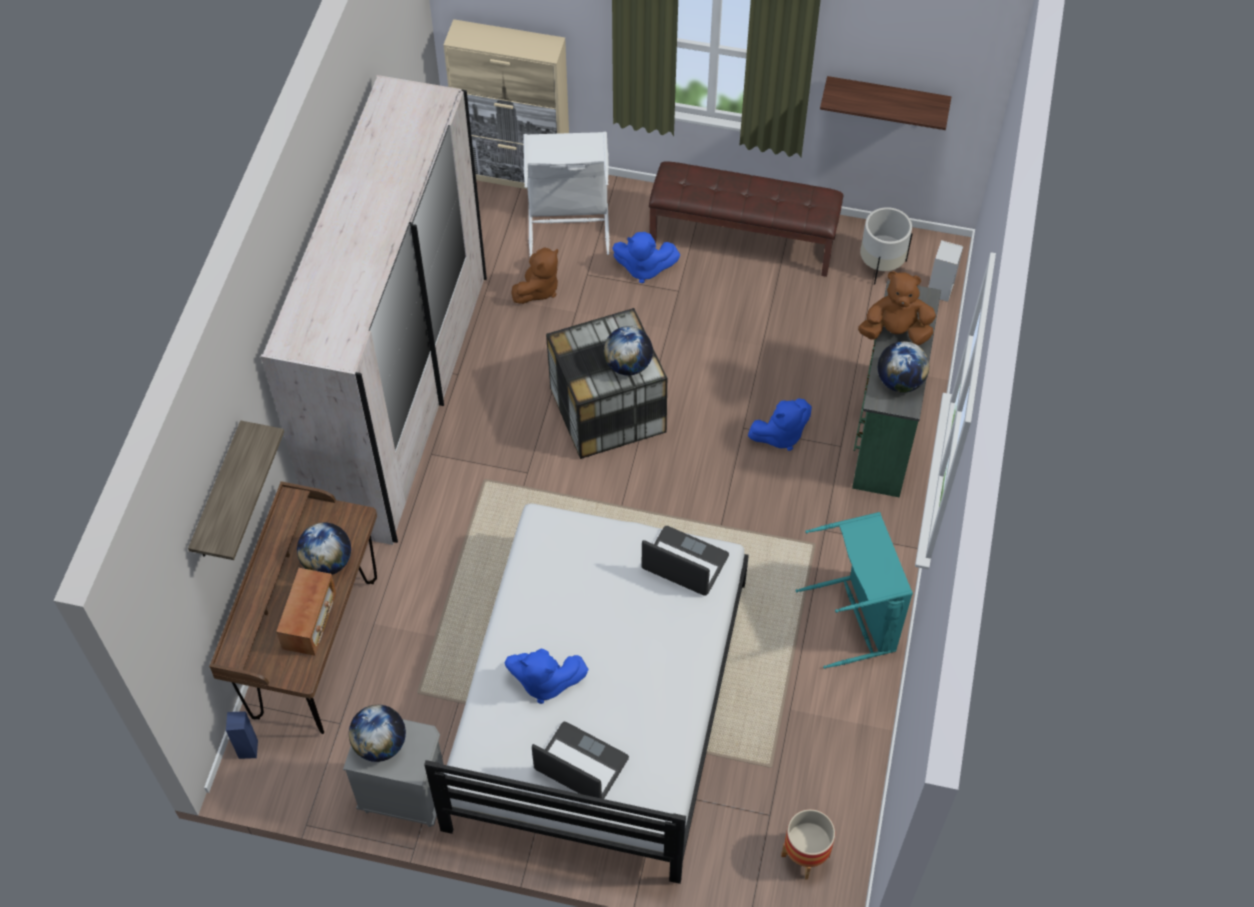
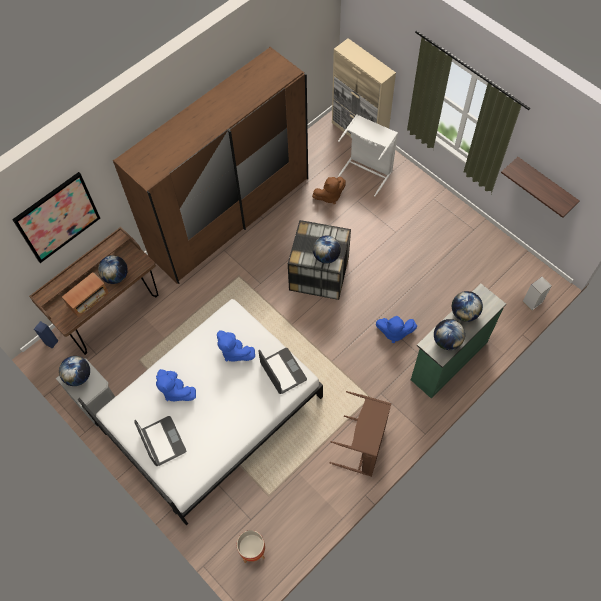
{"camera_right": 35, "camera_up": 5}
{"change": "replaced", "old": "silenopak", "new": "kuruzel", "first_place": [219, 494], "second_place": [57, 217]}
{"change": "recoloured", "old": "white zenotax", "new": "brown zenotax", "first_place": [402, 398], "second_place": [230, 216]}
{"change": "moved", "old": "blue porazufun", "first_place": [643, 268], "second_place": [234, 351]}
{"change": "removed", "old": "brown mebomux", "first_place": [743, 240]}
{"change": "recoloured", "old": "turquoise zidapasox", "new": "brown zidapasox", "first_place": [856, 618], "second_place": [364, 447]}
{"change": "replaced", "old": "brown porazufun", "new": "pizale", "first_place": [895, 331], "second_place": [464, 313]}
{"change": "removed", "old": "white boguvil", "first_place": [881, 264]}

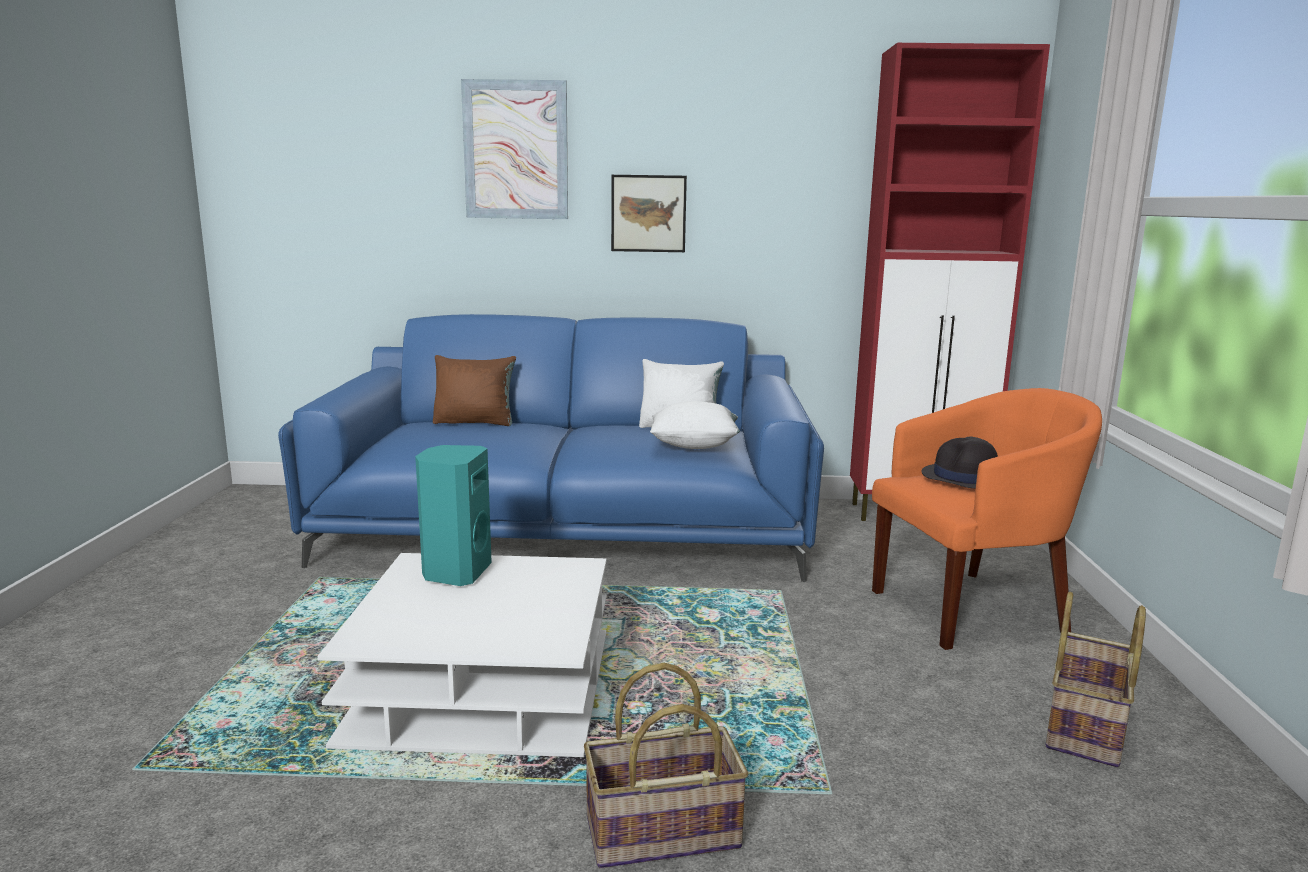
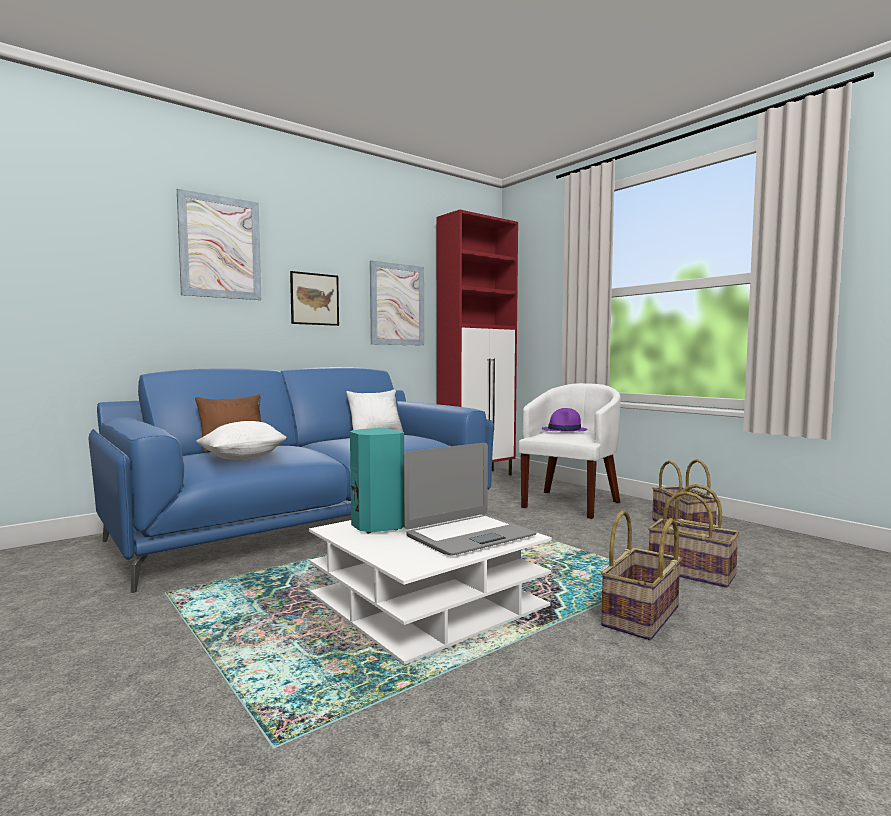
{"camera_right": -40, "camera_up": -10}
{"change": "moved", "old": "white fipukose", "first_place": [694, 446], "second_place": [243, 458]}
{"change": "recoloured", "old": "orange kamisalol", "new": "white kamisalol", "first_place": [972, 609], "second_place": [571, 503]}
{"change": "recoloured", "old": "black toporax", "new": "purple toporax", "first_place": [964, 478], "second_place": [564, 430]}
{"change": "added", "new": "kuruzel", "second_place": [397, 304]}
{"change": "added", "new": "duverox", "second_place": [469, 536]}
{"change": "added", "new": "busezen", "second_place": [692, 572]}

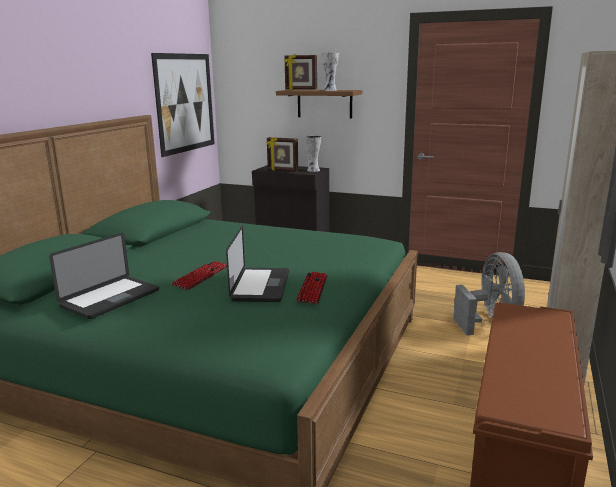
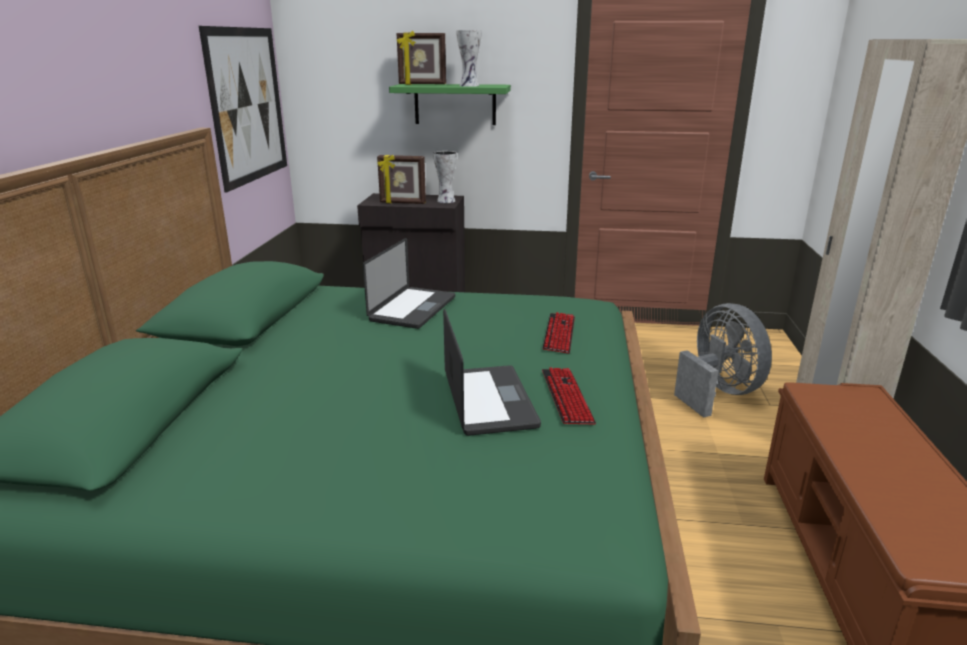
{"camera_right": -15, "camera_up": 5}
{"change": "moved", "old": "duverox", "first_place": [110, 298], "second_place": [413, 309]}
{"change": "moved", "old": "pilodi", "first_place": [201, 276], "second_place": [559, 334]}
{"change": "recoloured", "old": "brown silenopak", "new": "green silenopak", "first_place": [324, 103], "second_place": [455, 104]}

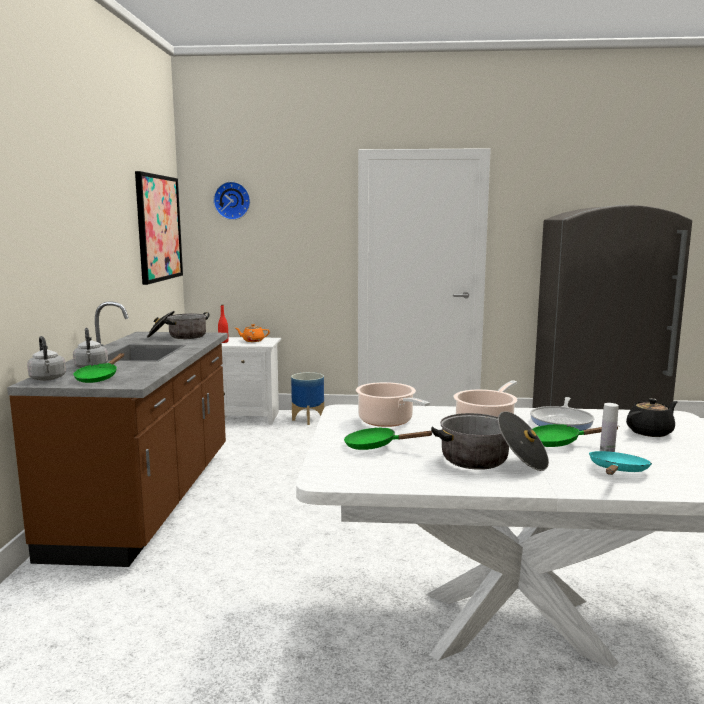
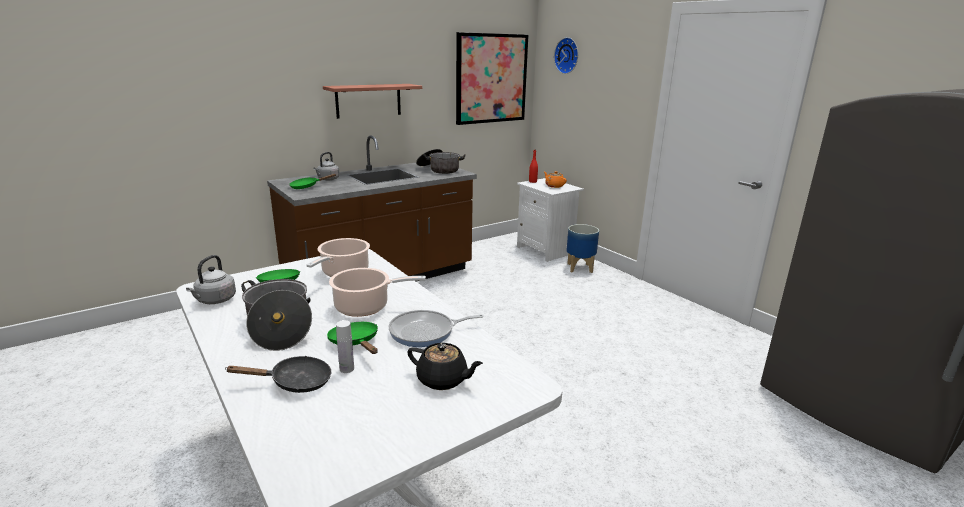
{"camera_right": 50, "camera_up": 10}
{"change": "moved", "old": "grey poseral", "first_place": [48, 379], "second_place": [215, 300]}
{"change": "recoloured", "old": "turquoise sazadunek", "new": "black sazadunek", "first_place": [617, 471], "second_place": [295, 382]}
{"change": "added", "new": "silenopak", "second_place": [368, 100]}

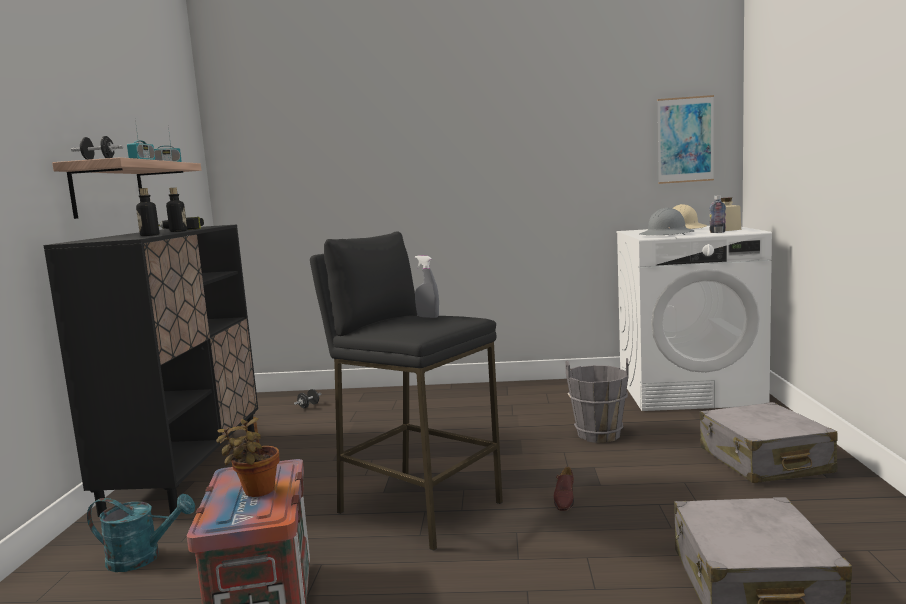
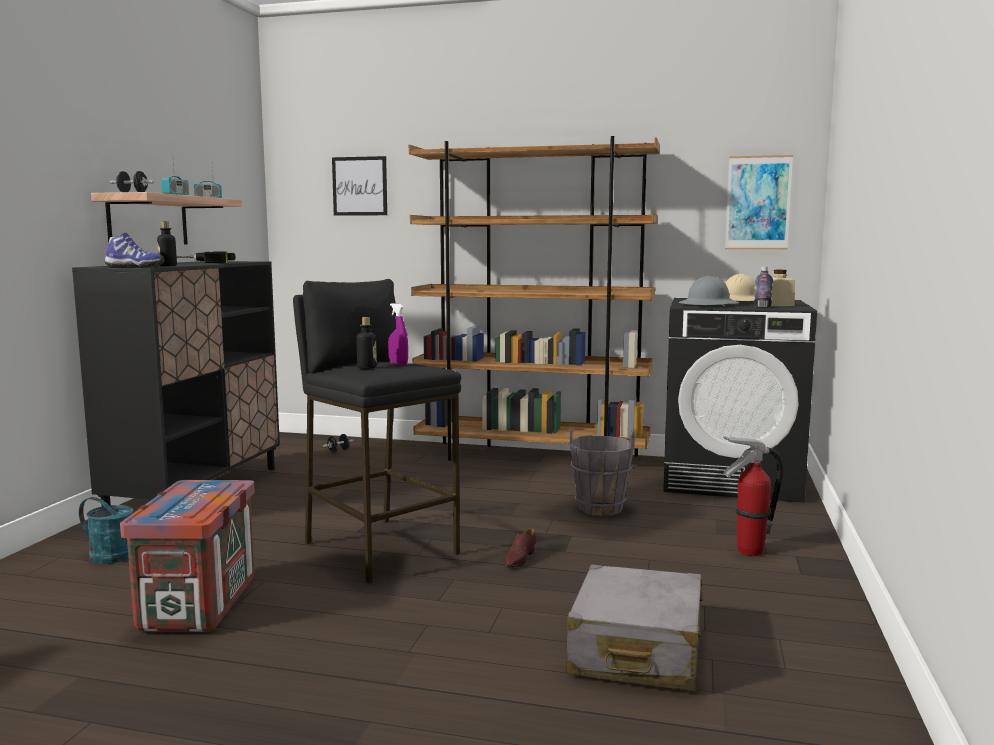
{"camera_right": 10, "camera_up": 0}
{"change": "moved", "old": "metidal", "first_place": [178, 231], "second_place": [367, 367]}
{"change": "removed", "old": "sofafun", "first_place": [256, 492]}
{"change": "recoloured", "old": "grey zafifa", "new": "purple zafifa", "first_place": [428, 317], "second_place": [398, 363]}
{"change": "recoloured", "old": "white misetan", "new": "black misetan", "first_place": [689, 391], "second_place": [731, 479]}
{"change": "replaced", "old": "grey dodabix", "new": "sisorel", "first_place": [764, 461], "second_place": [749, 551]}
{"change": "added", "new": "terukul", "second_place": [134, 266]}
{"change": "added", "new": "kuruzel", "second_place": [359, 186]}
{"change": "added", "new": "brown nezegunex", "second_place": [532, 457]}

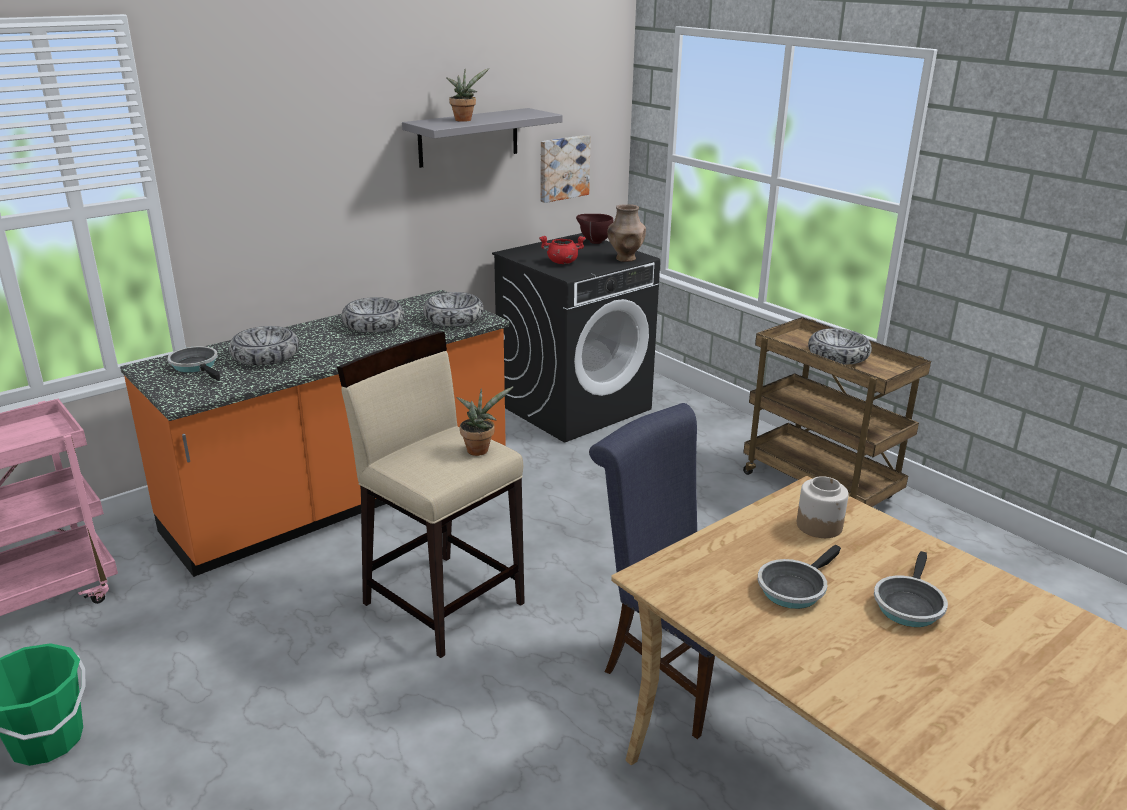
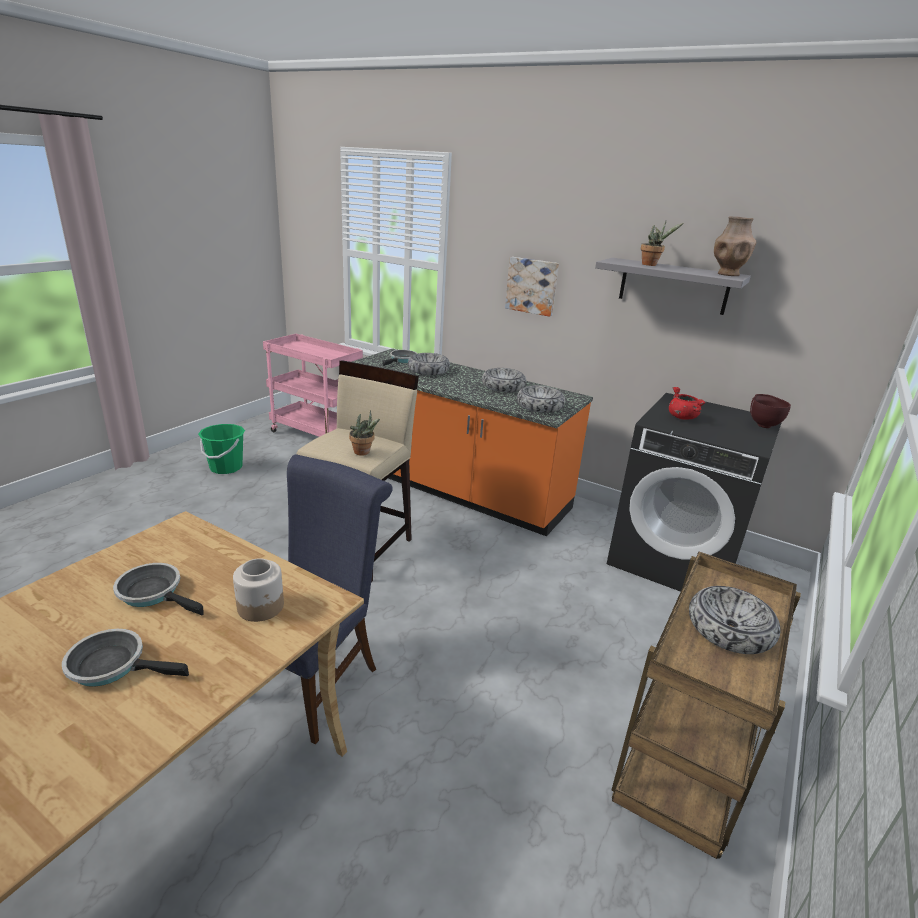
{"camera_right": 70, "camera_up": 0}
{"change": "moved", "old": "kuruzel", "first_place": [563, 168], "second_place": [532, 286]}
{"change": "moved", "old": "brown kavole", "first_place": [625, 259], "second_place": [727, 274]}

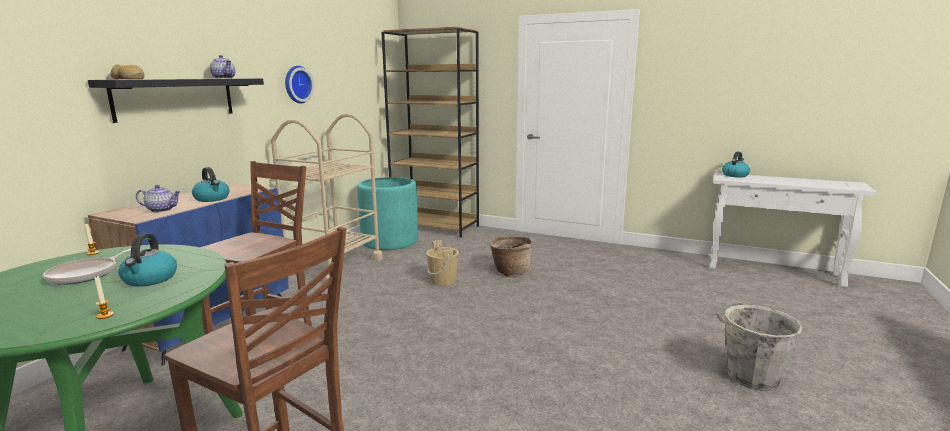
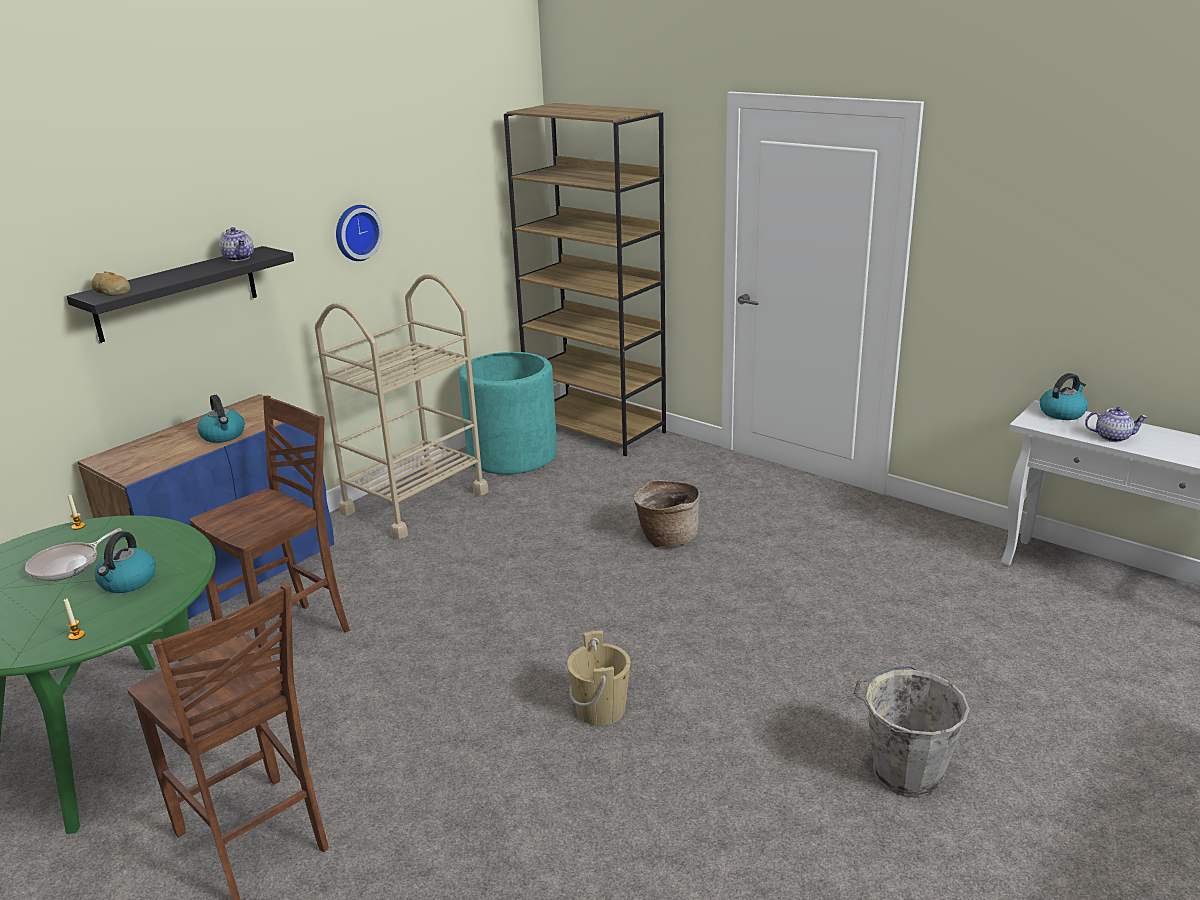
{"camera_right": 15, "camera_up": 10}
{"change": "moved", "old": "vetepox", "first_place": [161, 210], "second_place": [1113, 437]}
{"change": "moved", "old": "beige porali", "first_place": [443, 280], "second_place": [600, 709]}

